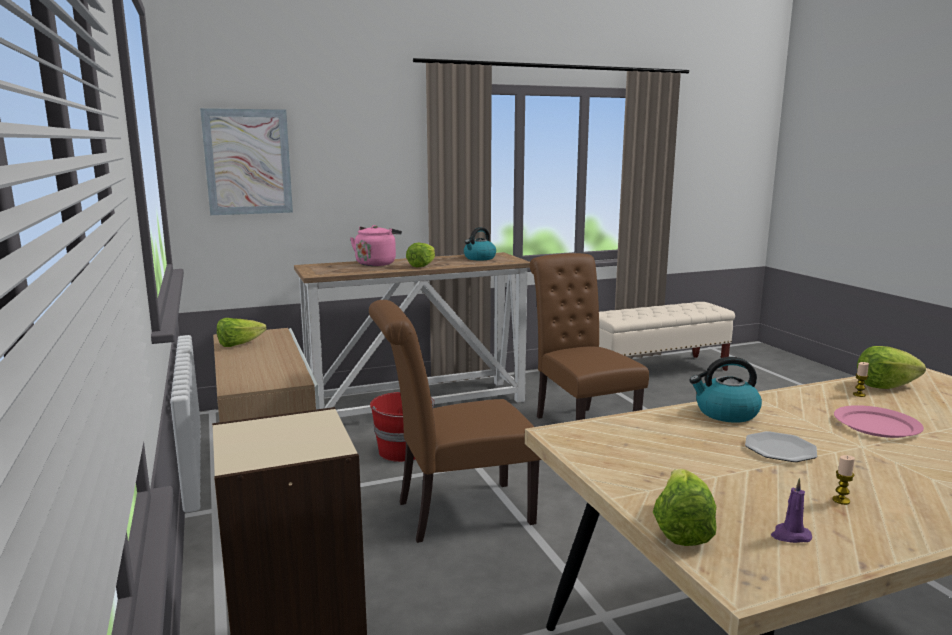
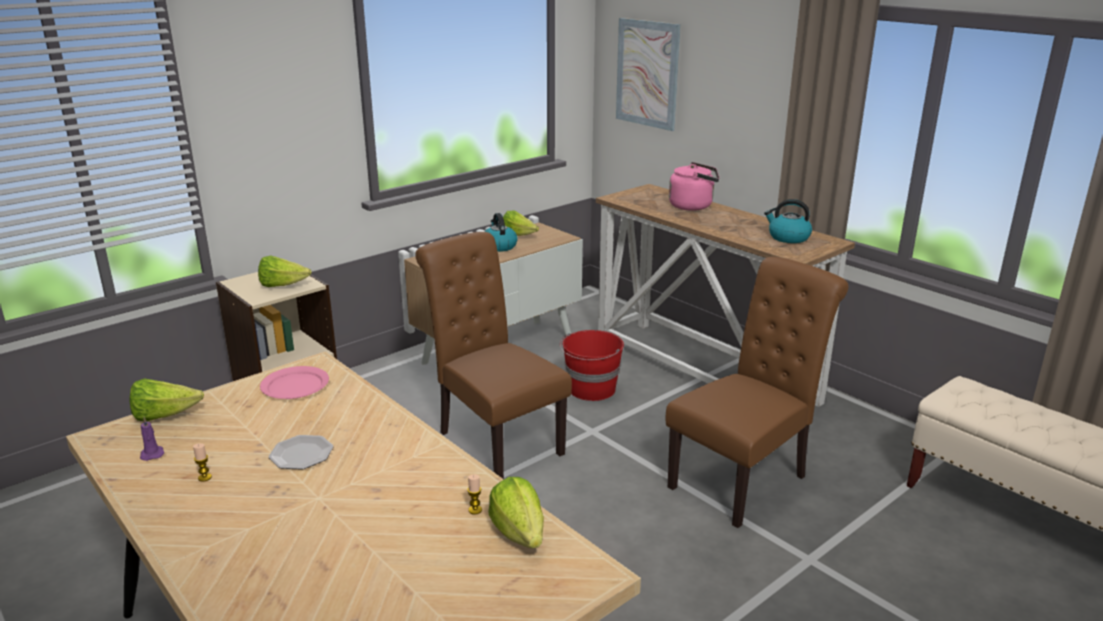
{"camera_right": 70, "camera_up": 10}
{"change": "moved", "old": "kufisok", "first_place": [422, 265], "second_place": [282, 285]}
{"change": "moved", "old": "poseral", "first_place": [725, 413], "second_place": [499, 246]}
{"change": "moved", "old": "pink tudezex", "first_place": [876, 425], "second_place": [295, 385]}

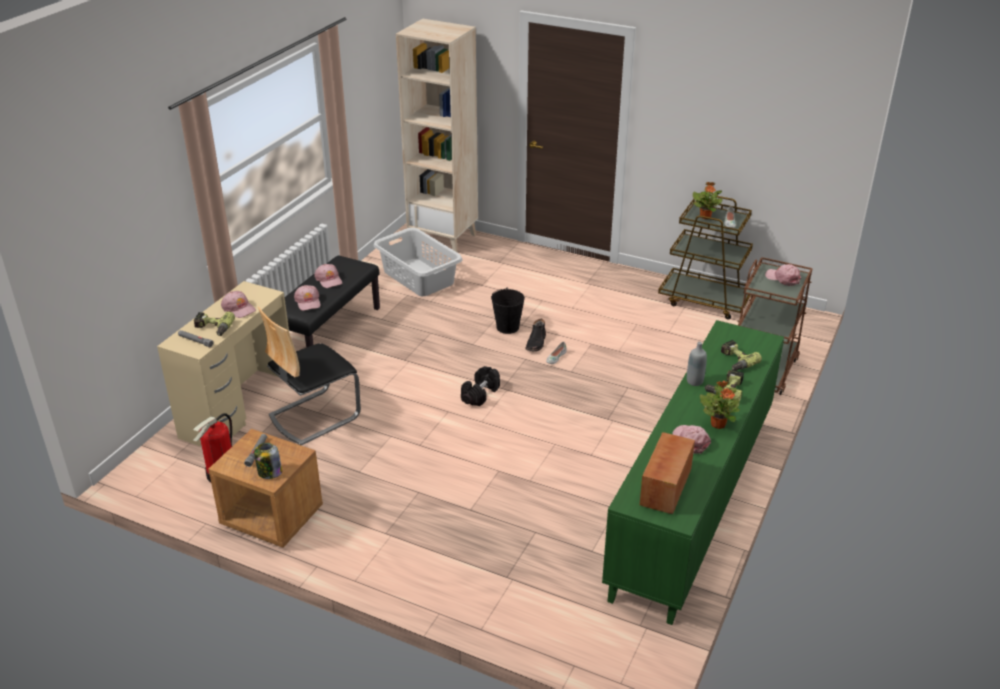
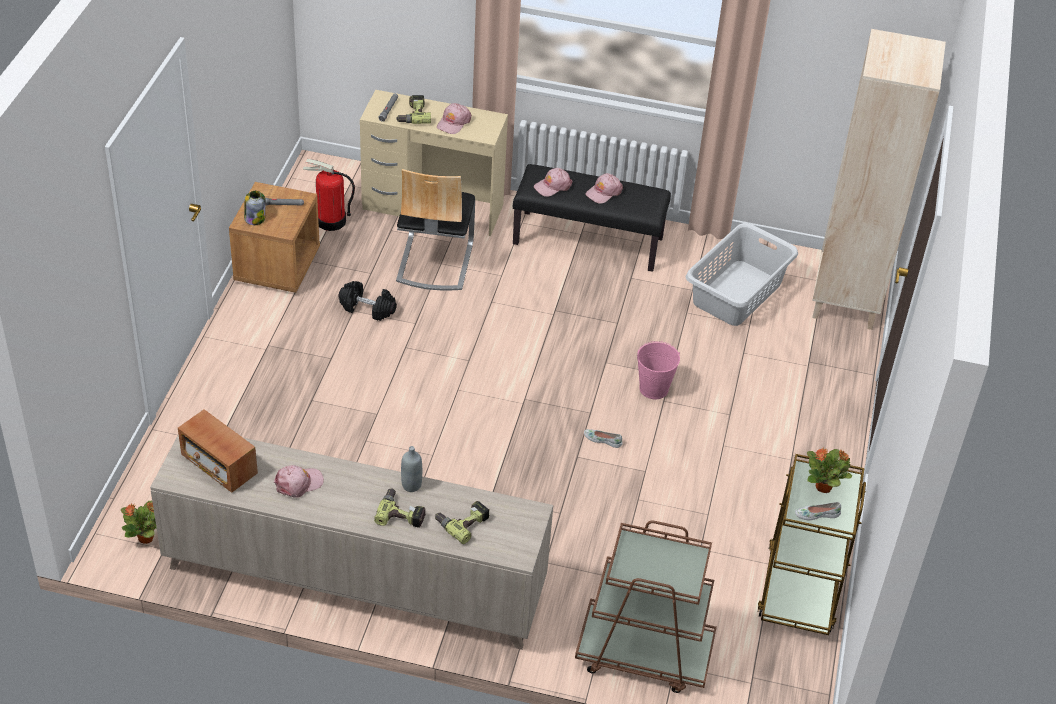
{"camera_right": 75, "camera_up": 10}
{"change": "turned", "old": "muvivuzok", "first_place": [314, 416], "second_place": [434, 261], "degrees": -120}
{"change": "moved", "old": "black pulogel", "first_place": [480, 394], "second_place": [367, 308]}
{"change": "recoloured", "old": "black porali", "new": "pink porali", "first_place": [508, 327], "second_place": [654, 389]}
{"change": "removed", "old": "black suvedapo", "first_place": [536, 343]}
{"change": "recoloured", "old": "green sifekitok", "new": "beige sifekitok", "first_place": [693, 503], "second_place": [354, 582]}
{"change": "turned", "old": "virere", "first_place": [665, 487], "second_place": [219, 465], "degrees": -150}
{"change": "moved", "old": "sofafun", "first_place": [718, 424], "second_place": [146, 538]}
{"change": "removed", "old": "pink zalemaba", "first_place": [783, 278]}

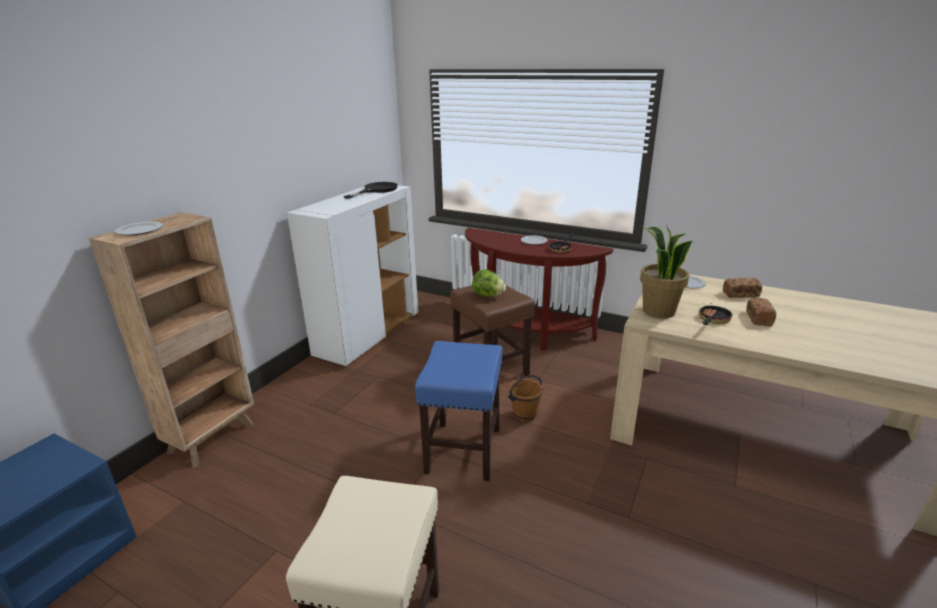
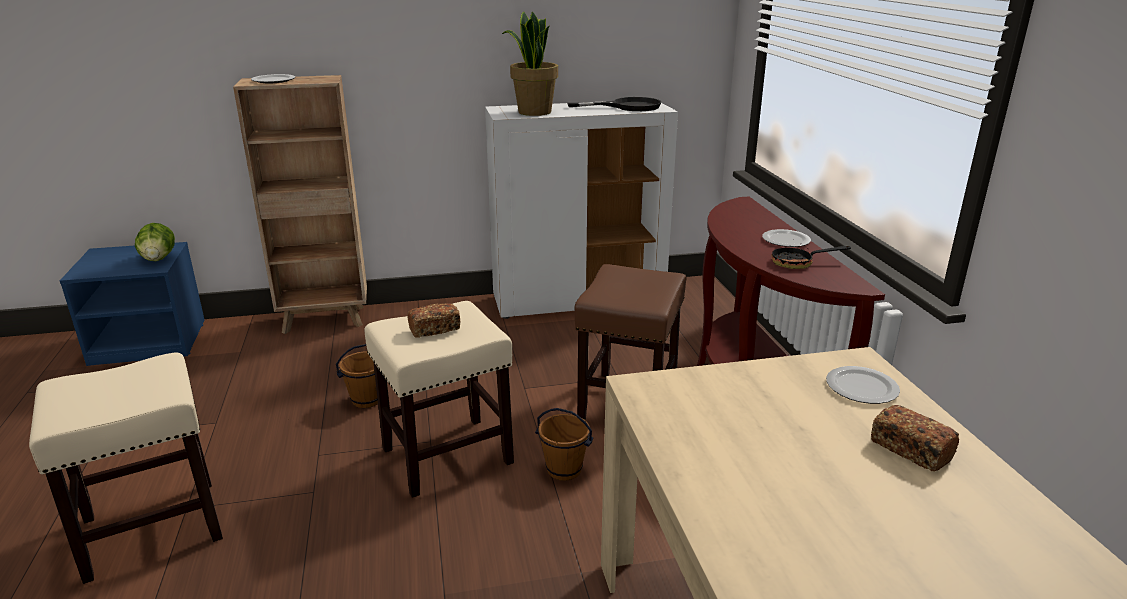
{"camera_right": 50, "camera_up": 0}
{"change": "recoloured", "old": "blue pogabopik", "new": "beige pogabopik", "first_place": [463, 451], "second_place": [446, 456]}
{"change": "moved", "old": "kufisok", "first_place": [488, 295], "second_place": [159, 259]}
{"change": "moved", "old": "sofafun", "first_place": [658, 311], "second_place": [534, 112]}
{"change": "removed", "old": "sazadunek", "first_place": [712, 320]}
{"change": "moved", "old": "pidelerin", "first_place": [758, 318], "second_place": [434, 329]}
{"change": "added", "new": "brown porali", "second_place": [367, 400]}

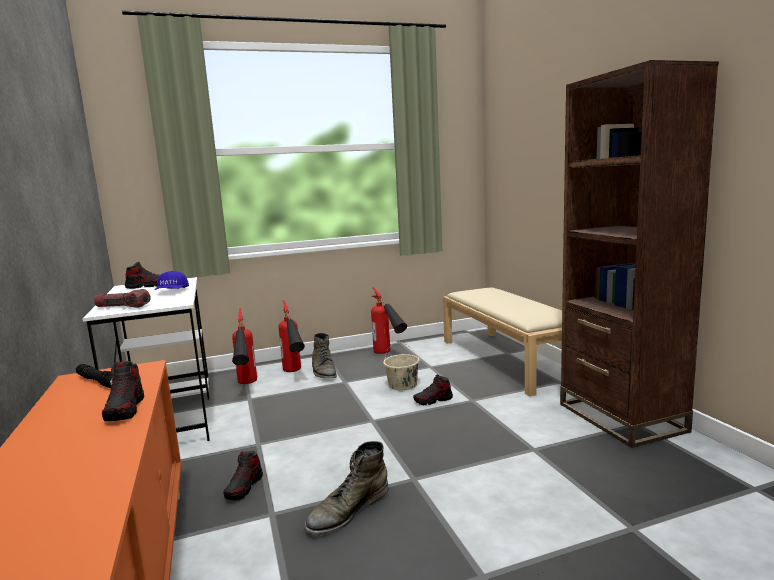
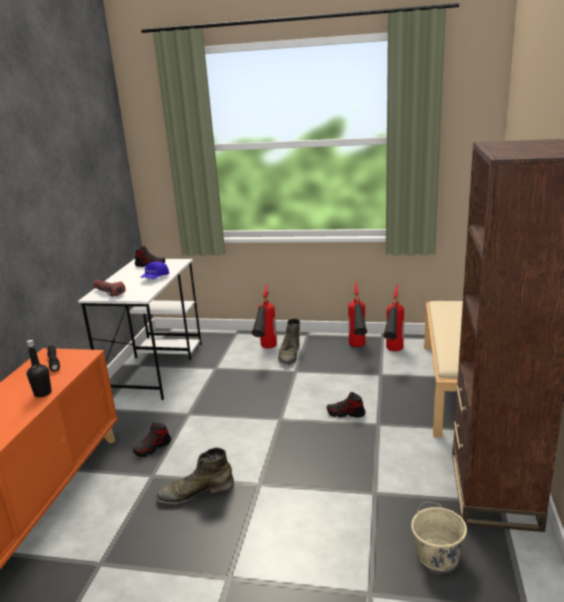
{"camera_right": 30, "camera_up": 10}
{"change": "replaced", "old": "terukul", "new": "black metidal", "first_place": [125, 409], "second_place": [43, 393]}
{"change": "moved", "old": "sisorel", "first_place": [246, 387], "second_place": [393, 355]}
{"change": "moved", "old": "beige porali", "first_place": [403, 385], "second_place": [437, 555]}

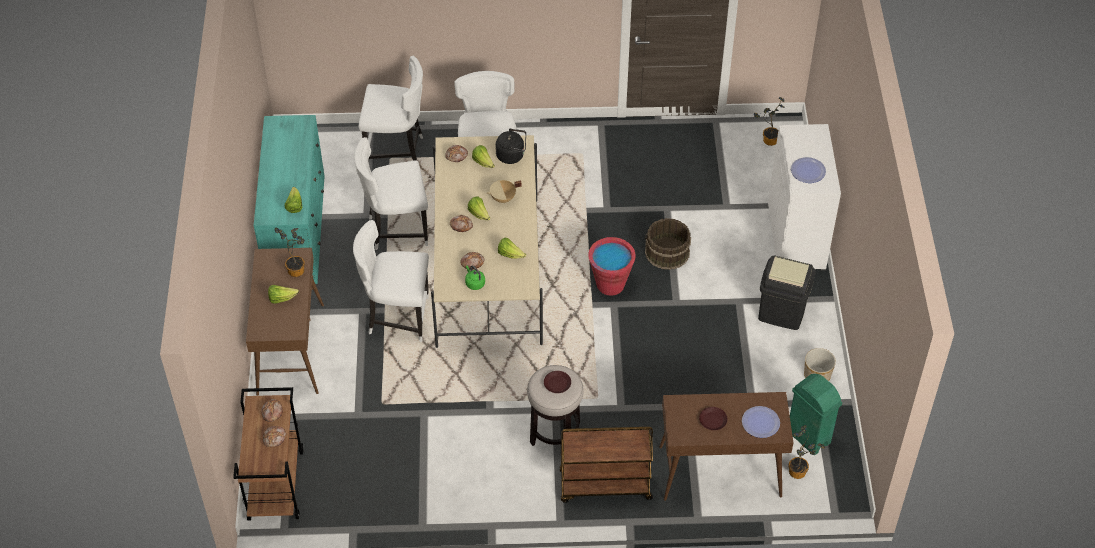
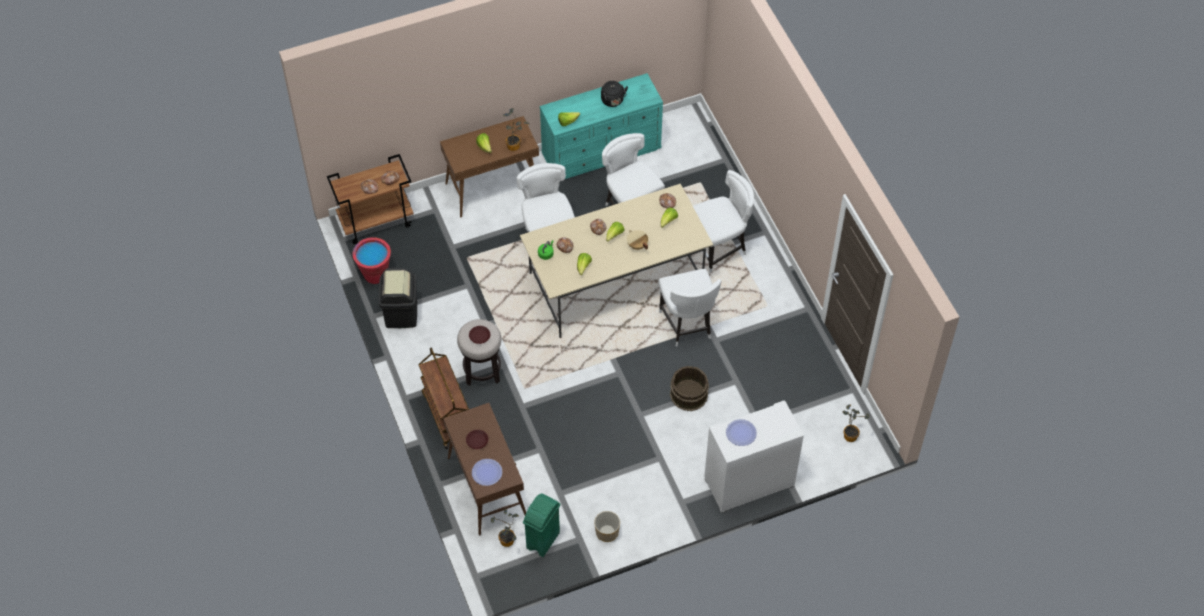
{"camera_right": 70, "camera_up": 5}
{"change": "moved", "old": "white muvivuzok", "first_place": [396, 151], "second_place": [687, 325]}
{"change": "moved", "old": "black poseral", "first_place": [512, 155], "second_place": [613, 101]}
{"change": "moved", "old": "red porali", "first_place": [610, 284], "second_place": [375, 274]}
{"change": "moved", "old": "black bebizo", "first_place": [781, 312], "second_place": [401, 314]}

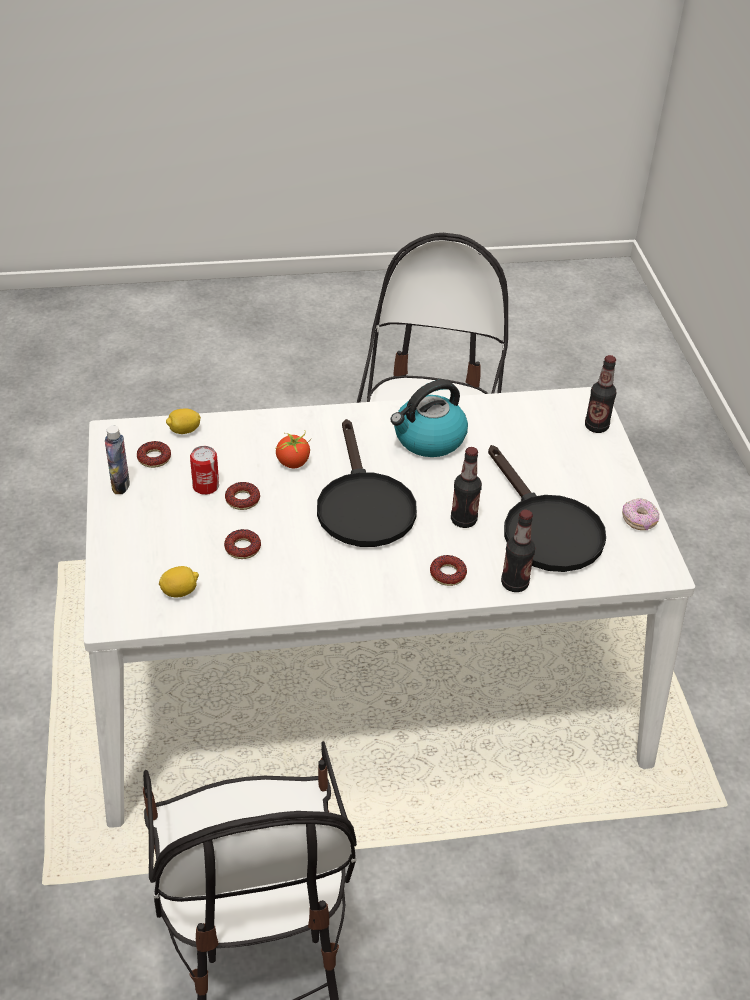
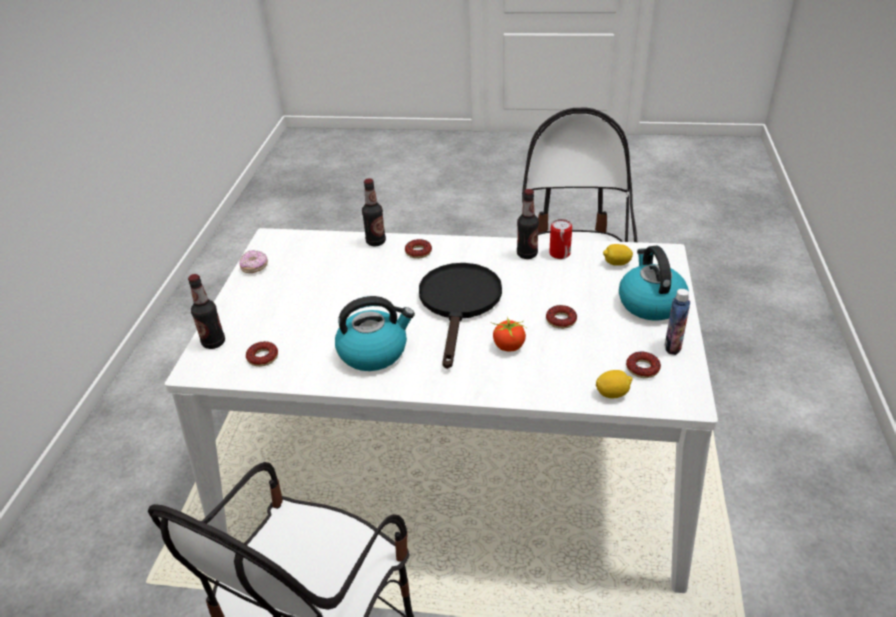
{"camera_right": -160, "camera_up": -5}
{"change": "moved", "old": "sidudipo", "first_place": [206, 486], "second_place": [559, 253]}
{"change": "moved", "old": "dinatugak", "first_place": [242, 548], "second_place": [263, 357]}
{"change": "moved", "old": "metidal", "first_place": [463, 520], "second_place": [527, 254]}
{"change": "removed", "old": "black sazadunek", "first_place": [544, 528]}
{"change": "added", "new": "poseral", "second_place": [650, 303]}

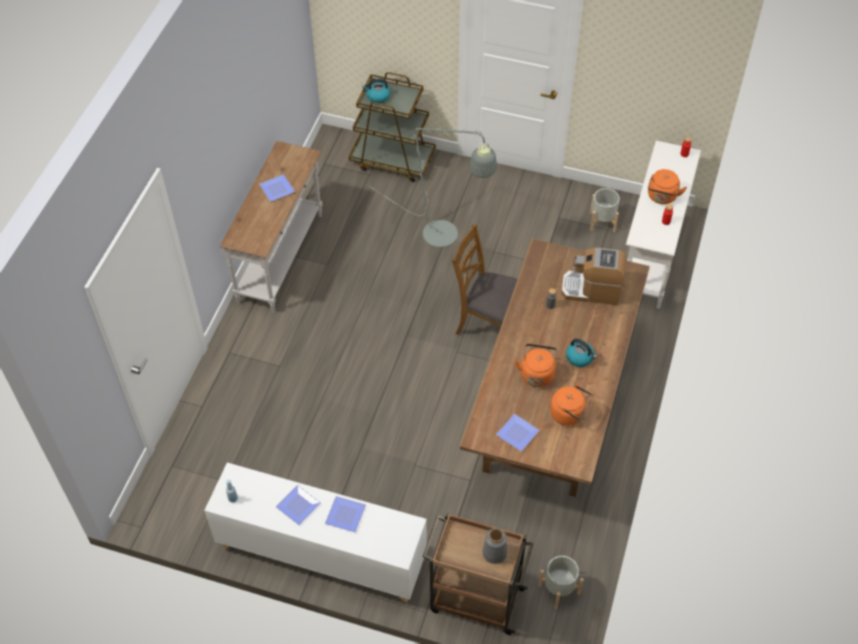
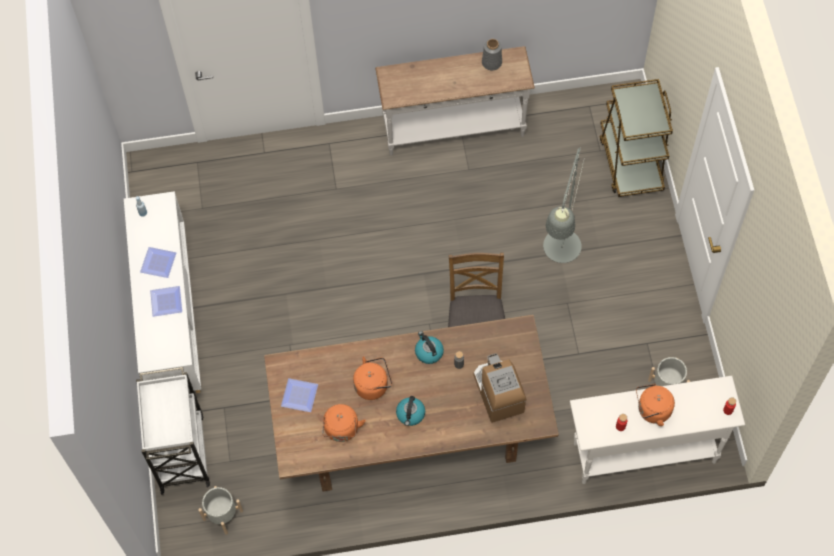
{"camera_right": 65, "camera_up": 10}
{"change": "removed", "old": "tudezex", "first_place": [276, 189]}
{"change": "moved", "old": "poseral", "first_place": [378, 96], "second_place": [428, 352]}
{"change": "recoloured", "old": "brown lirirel", "new": "white lirirel", "first_place": [475, 599], "second_place": [181, 451]}
{"change": "moved", "old": "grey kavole", "first_place": [494, 553], "second_place": [491, 62]}

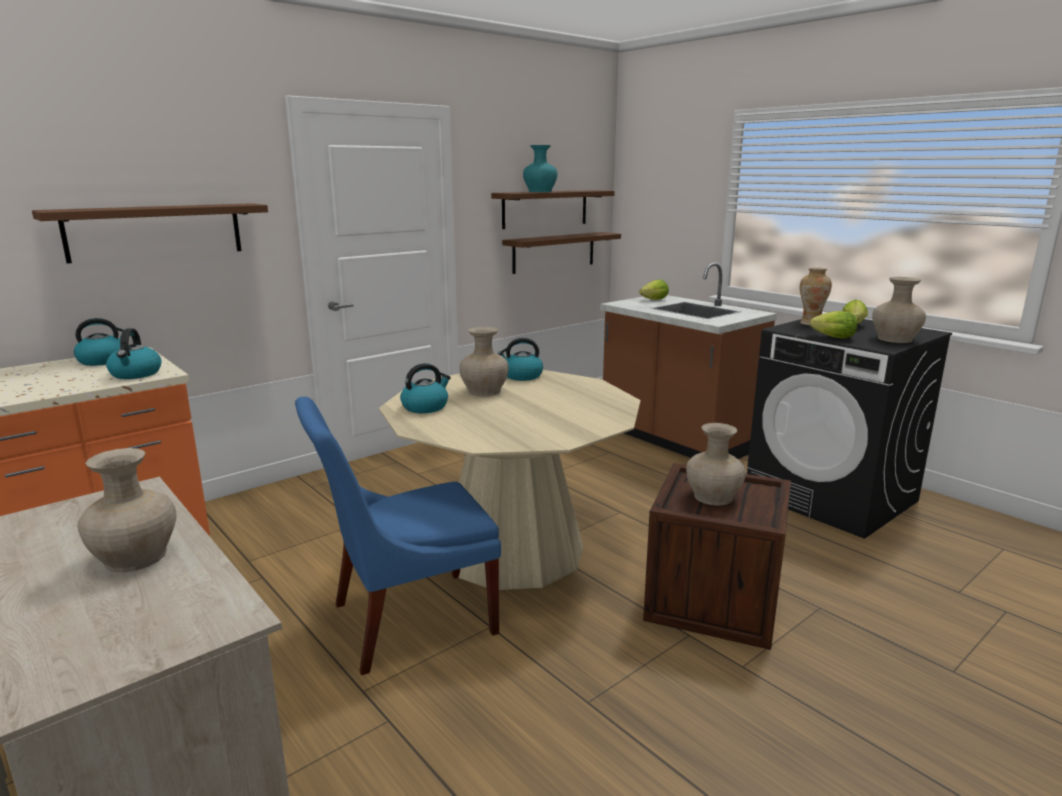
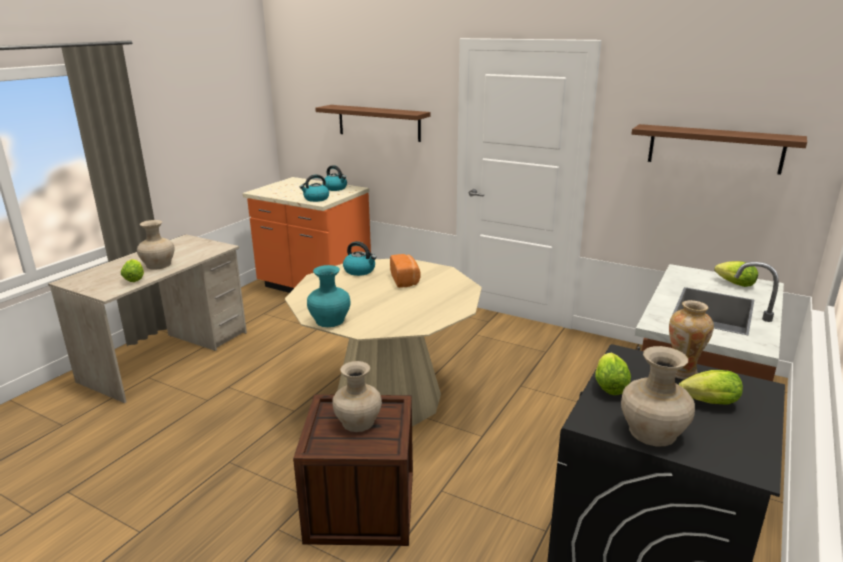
{"camera_right": 70, "camera_up": 5}
{"change": "removed", "old": "blue muvivuzok", "first_place": [406, 620]}
{"change": "replaced", "old": "beige kavole", "new": "pidelerin", "first_place": [484, 391], "second_place": [405, 280]}
{"change": "removed", "old": "poseral", "first_place": [521, 376]}
{"change": "removed", "old": "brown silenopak", "first_place": [554, 252]}
{"change": "moved", "old": "turquoise kavole", "first_place": [539, 191], "second_place": [329, 320]}
{"change": "added", "new": "kufisok", "second_place": [134, 278]}

